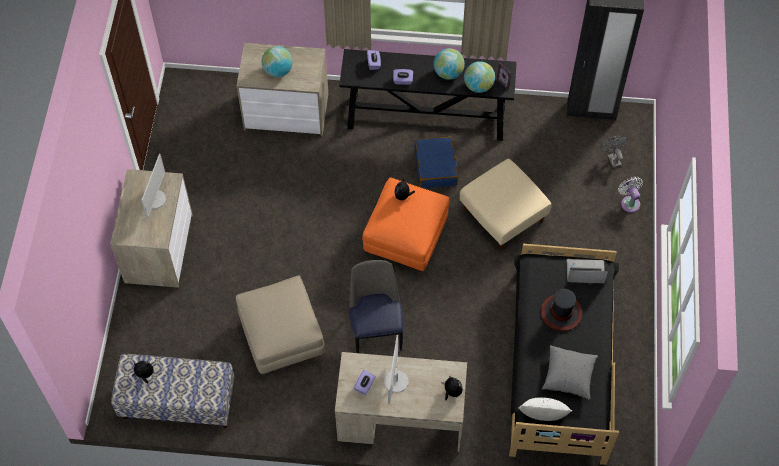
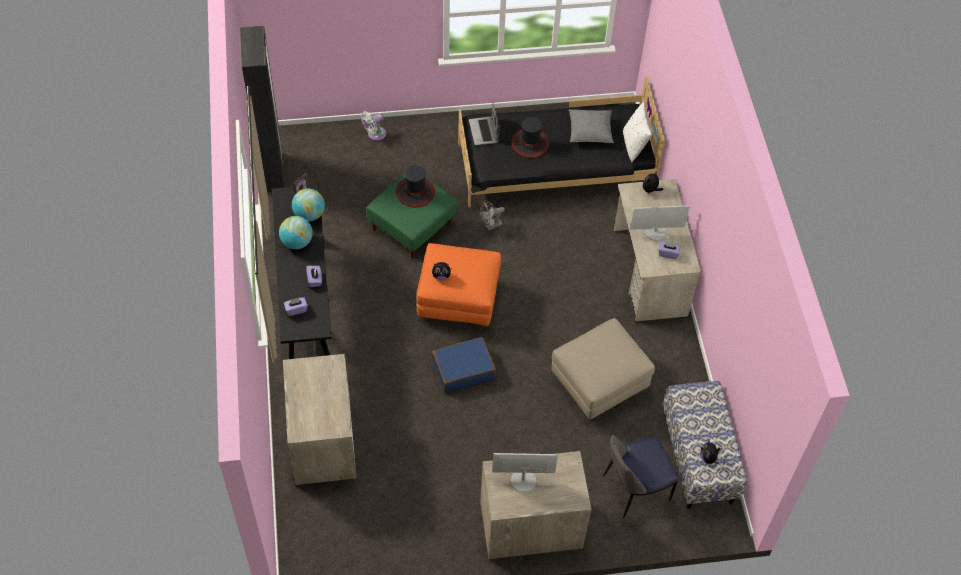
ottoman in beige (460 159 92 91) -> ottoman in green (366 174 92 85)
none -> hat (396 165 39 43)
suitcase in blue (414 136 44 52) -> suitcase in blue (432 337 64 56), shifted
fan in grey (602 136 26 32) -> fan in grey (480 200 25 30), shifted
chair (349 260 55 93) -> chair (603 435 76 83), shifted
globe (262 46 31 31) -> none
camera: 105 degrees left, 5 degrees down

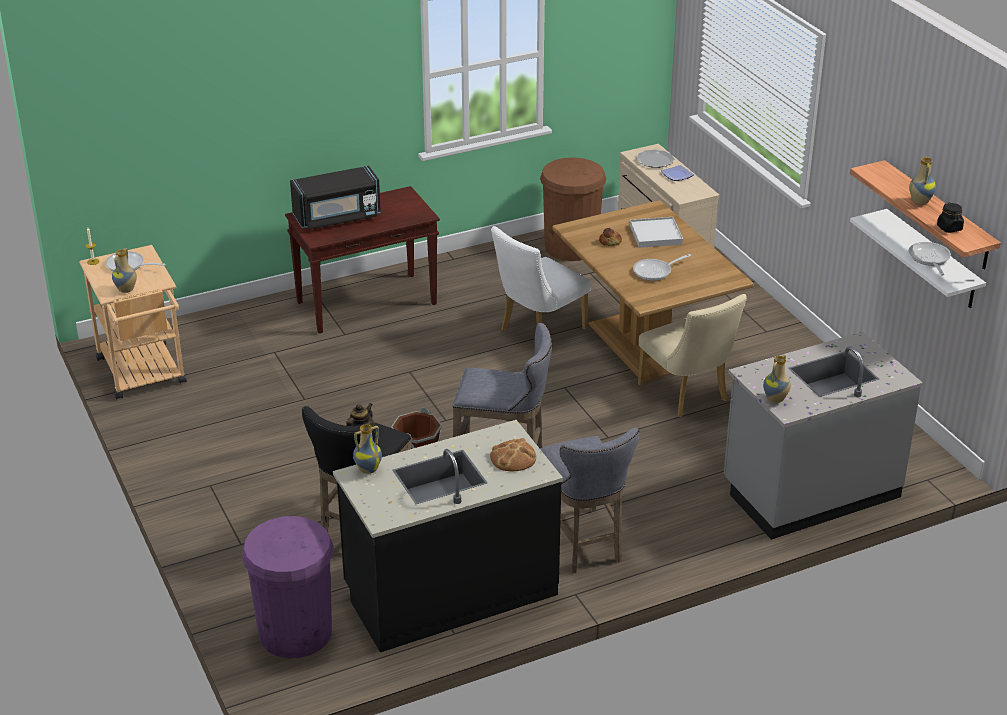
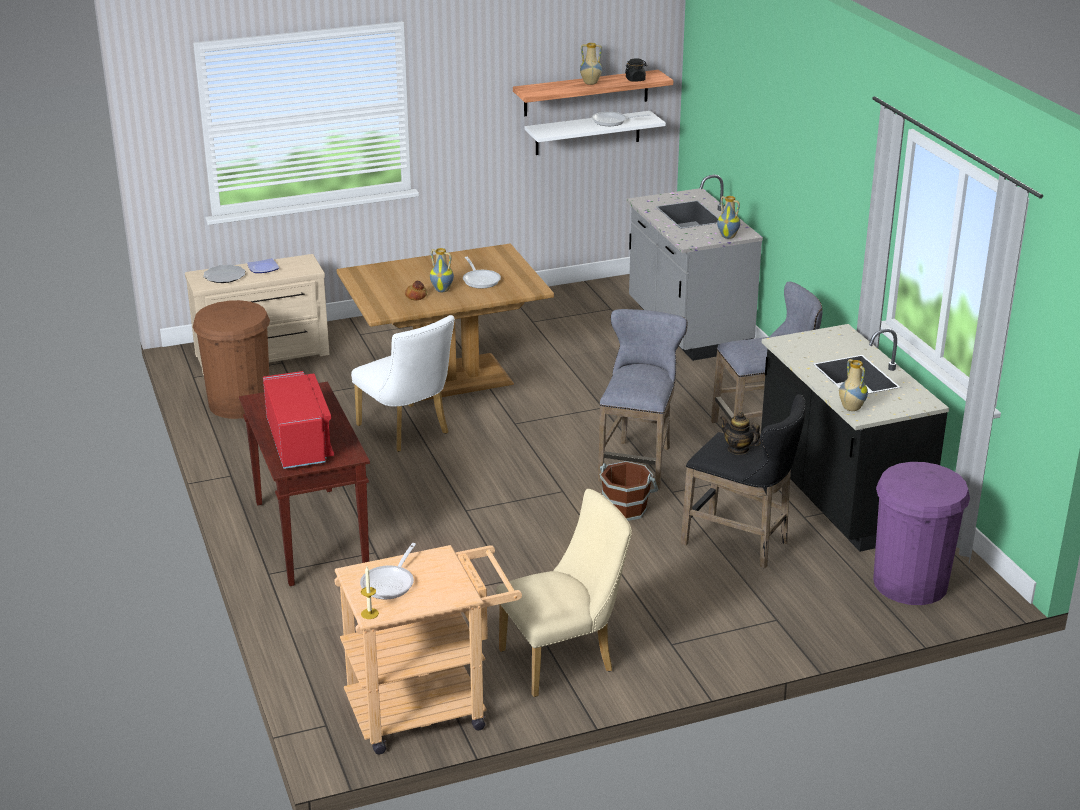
microwave in black (290 166 91 64) -> microwave in red (263 371 71 98)
vase (112 248 25 45) -> vase (430 248 24 44), shifted
chair in beige (638 294 109 123) -> chair in beige (496 489 136 208), shifted
bread (490 438 46 33) -> none
tray in white (630 217 53 31) -> none
camera: 85 degrees left, 5 degrees down

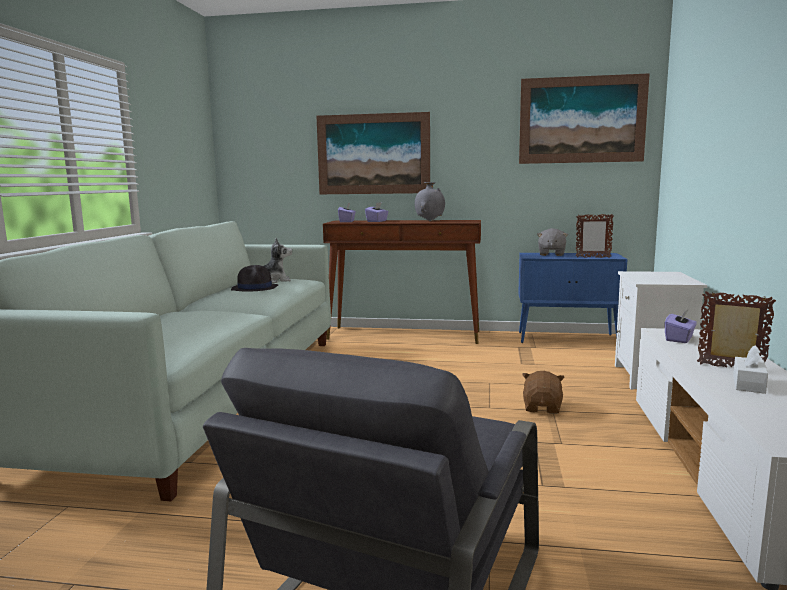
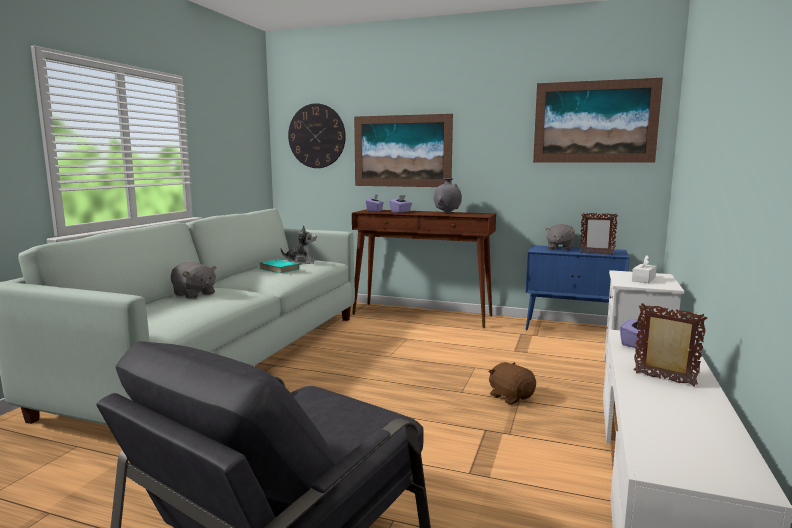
none -> plush toy in grey (171 262 46 37)
hat in black (231 265 48 27) -> book in turquoise (259 259 40 15)
none -> wall clock (288 103 58 65)
plush toy in brown (522 371 43 43) -> plush toy in brown (489 362 47 43), 60 degrees counterclockwise
tissue box in white (733 345 35 49) -> tissue box in white (632 255 25 28), shifted
camera: 10 degrees right, 0 degrees up

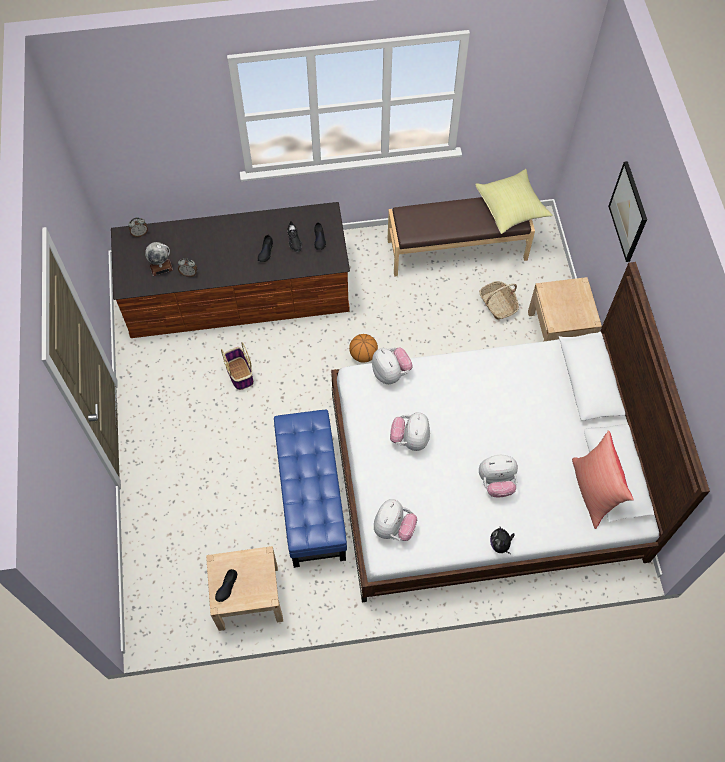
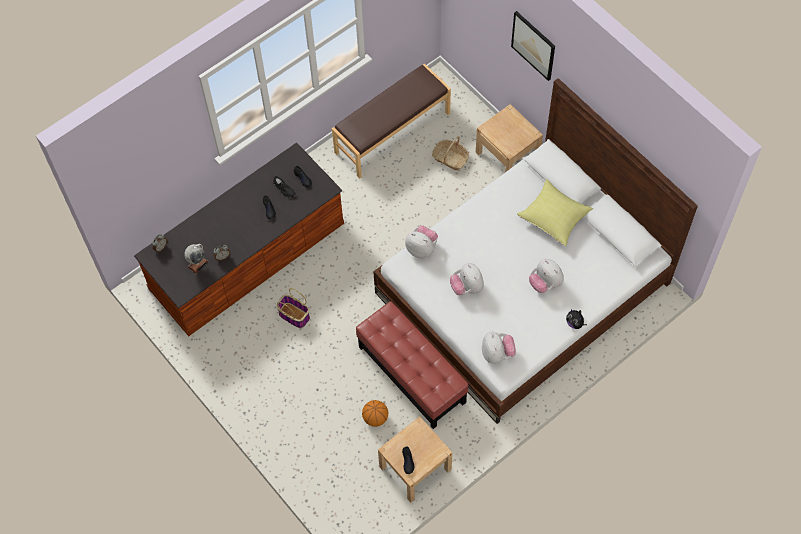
ottoman in blue (274 410 73 158) -> ottoman in red (356 301 112 128)
basketball (349 334 29 29) -> basketball (362 400 26 27), shifted
pillow in yellow (475 169 78 65) -> pillow in yellow (517 179 76 67), shifted
plush toy (479 455 39 42) -> plush toy (529 259 35 34), 90 degrees clockwise
pillow in red (572 430 62 99) -> none
camera: 30 degrees left, 0 degrees up

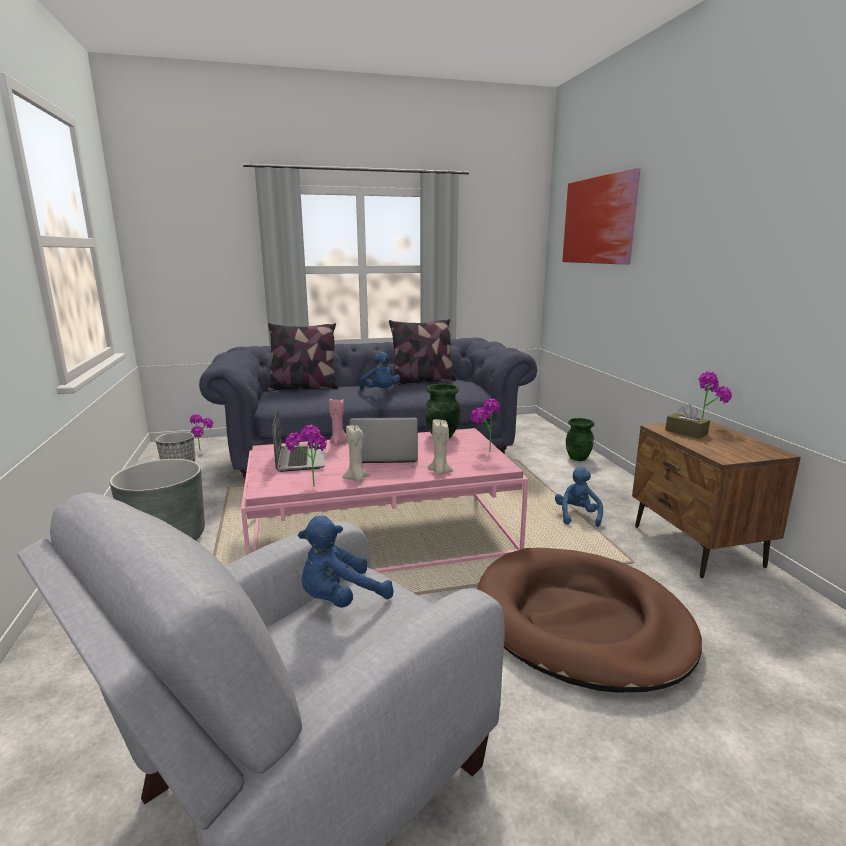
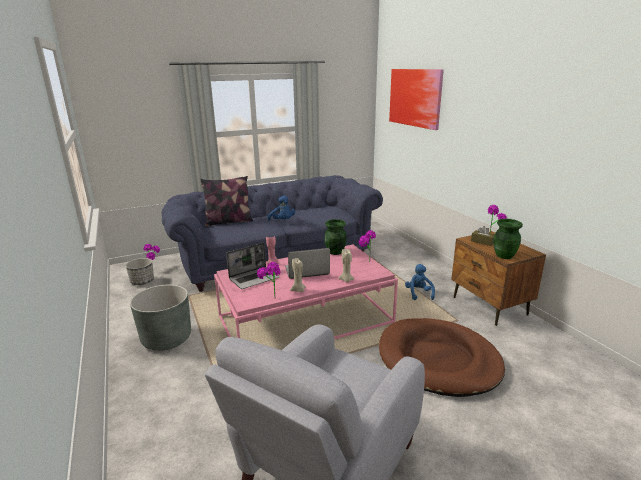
laptop (272 407 53 65) -> laptop (226 243 53 46), 75 degrees clockwise
vase in green (566 418 28 43) -> vase in green (493 219 30 40), shifted
plush toy in blue (298 516 95 92) -> none
pillow (389 319 67 66) -> none
camera: 10 degrees left, 5 degrees up

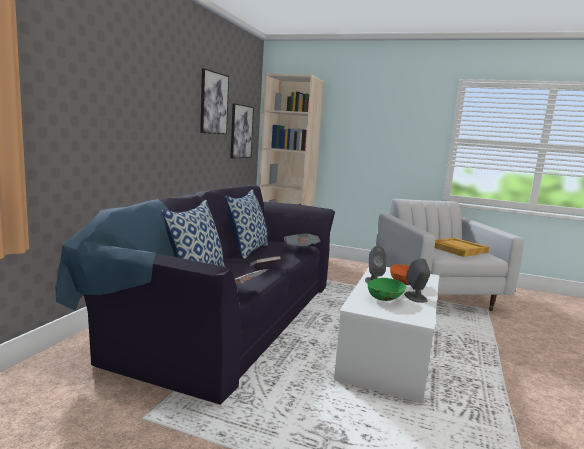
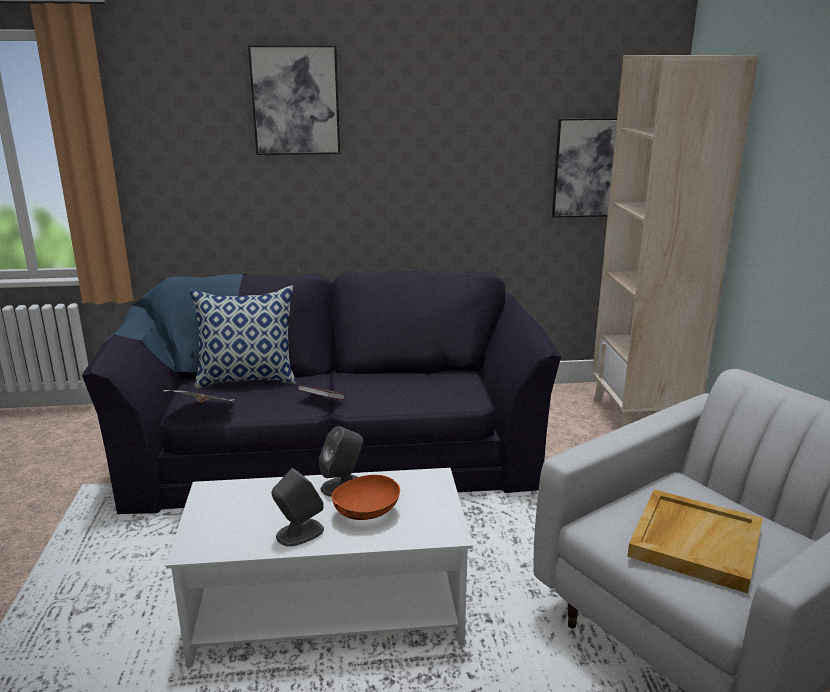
picture (200 68 29 66) -> picture (248 45 92 110), shifted
pillow (225 189 43 70) -> none
newspaper (284 234 37 12) -> none
bowl in green (368 278 38 23) -> none
camera: 65 degrees right, 10 degrees up

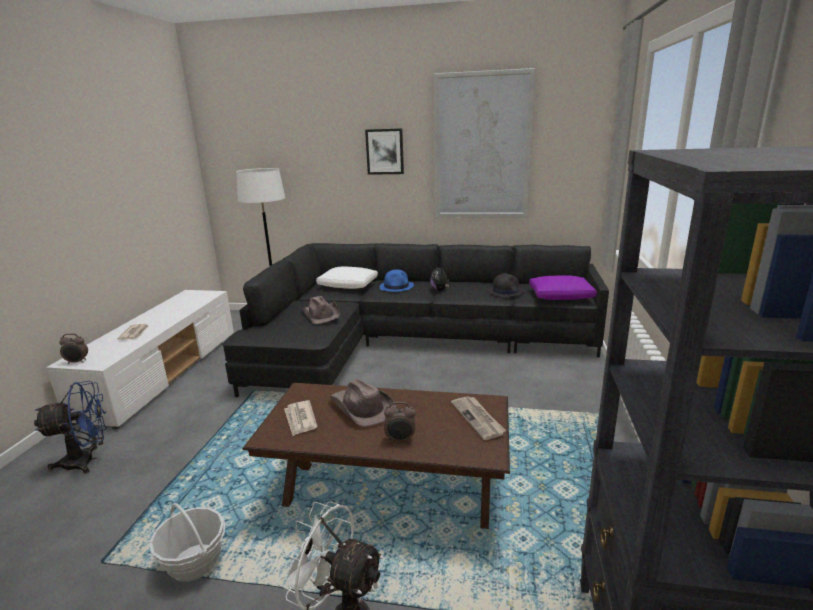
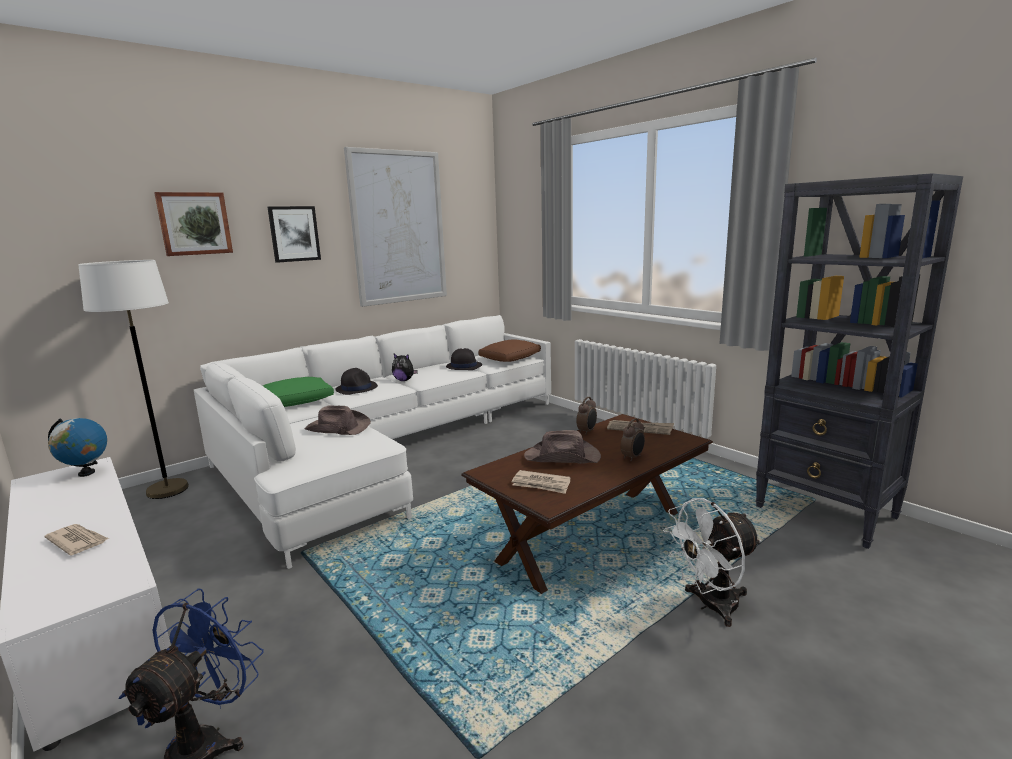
none -> globe (48 418 59 59)
none -> picture (154 192 79 64)
sofa in black (222 243 387 154) -> sofa in white (194 315 357 254)
pillow in white (316 267 62 22) -> pillow in green (263 377 71 30)
hat in blue (380 269 34 23) -> hat in black (335 368 43 27)
pillow in purple (529 275 68 25) -> pillow in brown (478 339 63 23)
alarm clock (59 333 29 31) -> alarm clock (576 397 21 38), shifted
basket (149 503 76 79) -> none
camera: 50 degrees left, 5 degrees down

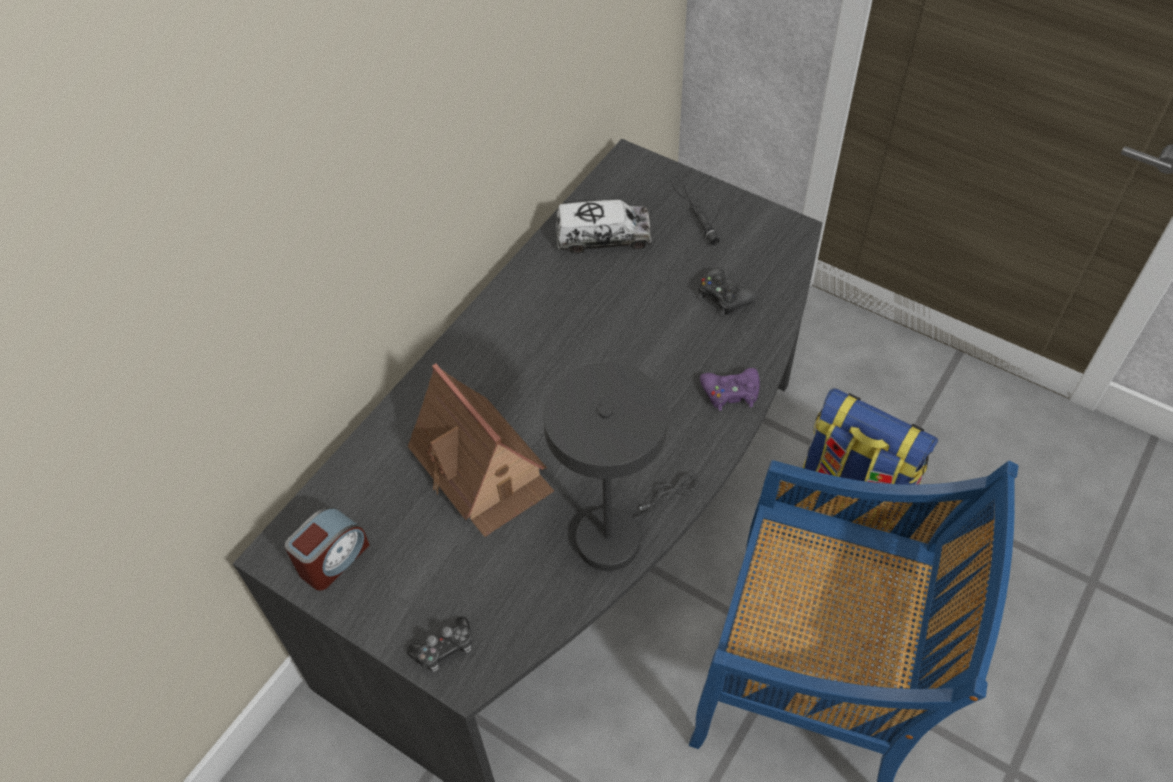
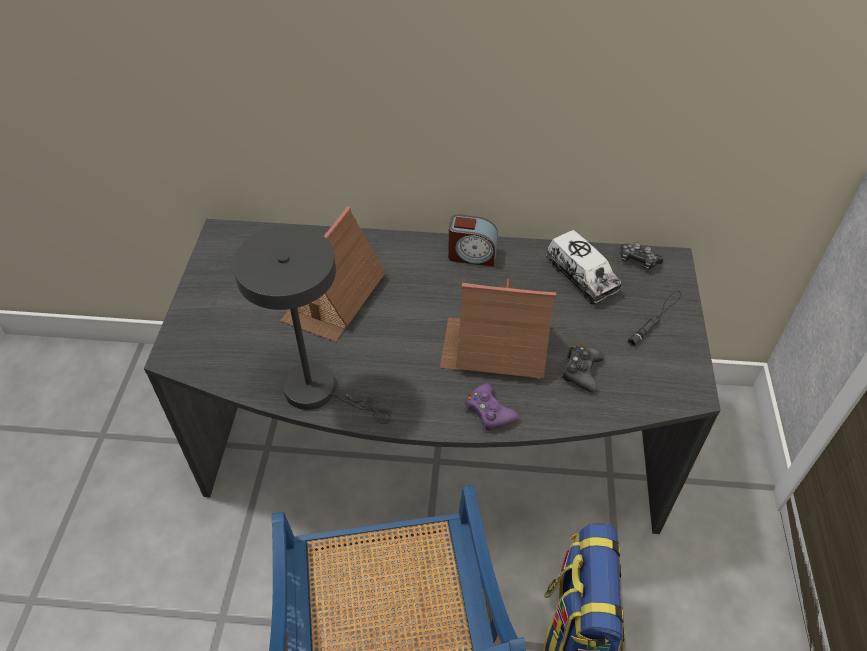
none -> toy house (440 279 116 100)
alarm clock (285 507 84 83) -> alarm clock (448 214 50 53), shifted
game controller (407 616 65 56) -> game controller (621 242 42 28), shifted
camera: 60 degrees right, 5 degrees down

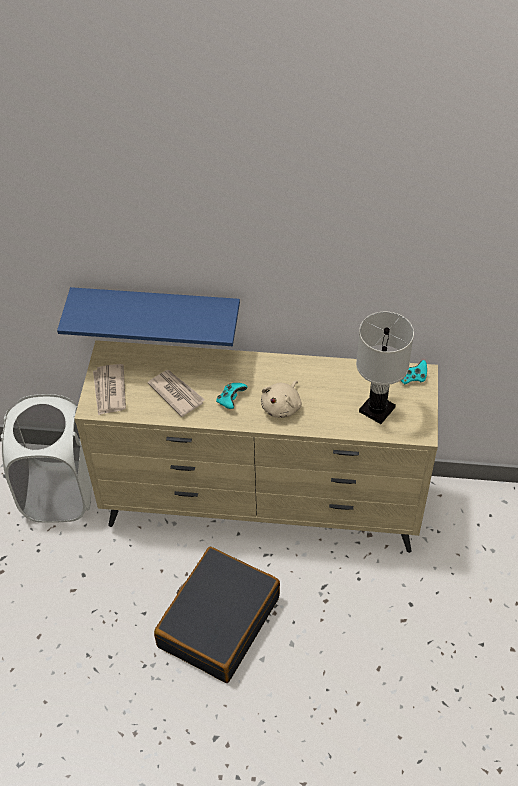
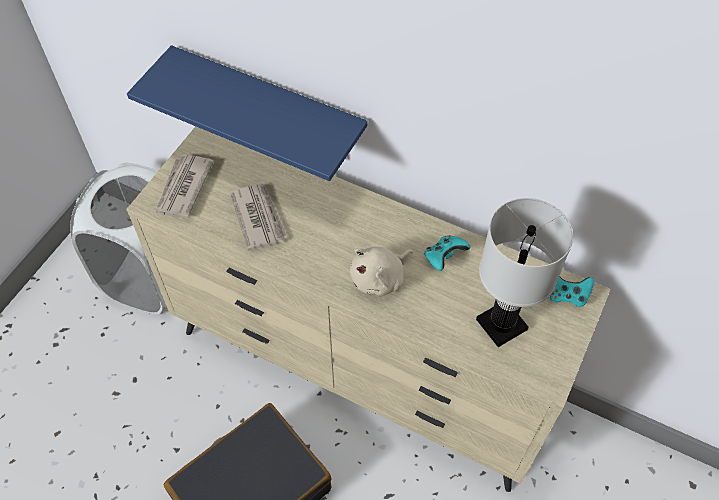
game controller in turquoise (216 383 32 26) -> game controller in turquoise (424 235 46 36), shifted
camera: 20 degrees right, 5 degrees up

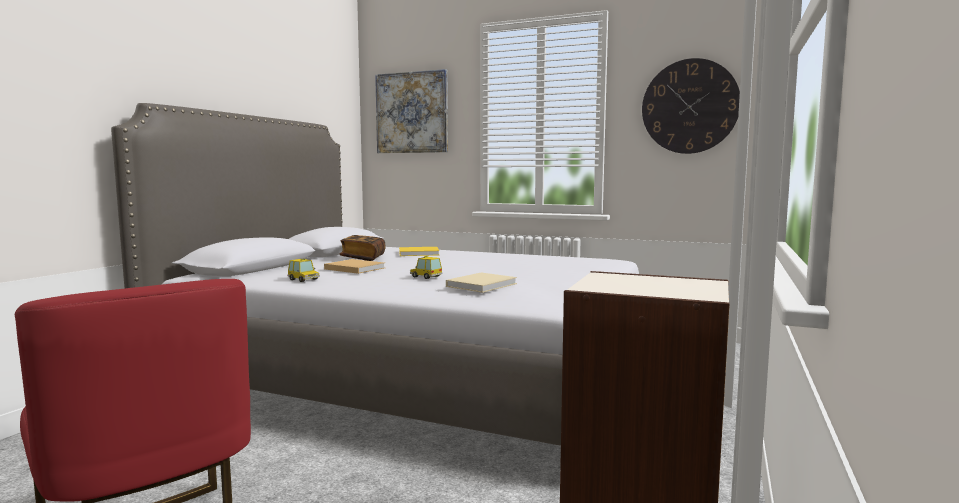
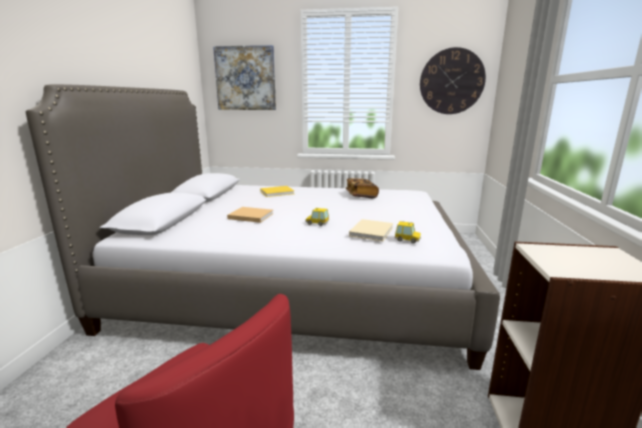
book (340 235 45 26) -> book (346 178 33 20), shifted
toy car (288 259 32 23) -> toy car (394 221 27 23), shifted
camera: 15 degrees left, 10 degrees up

